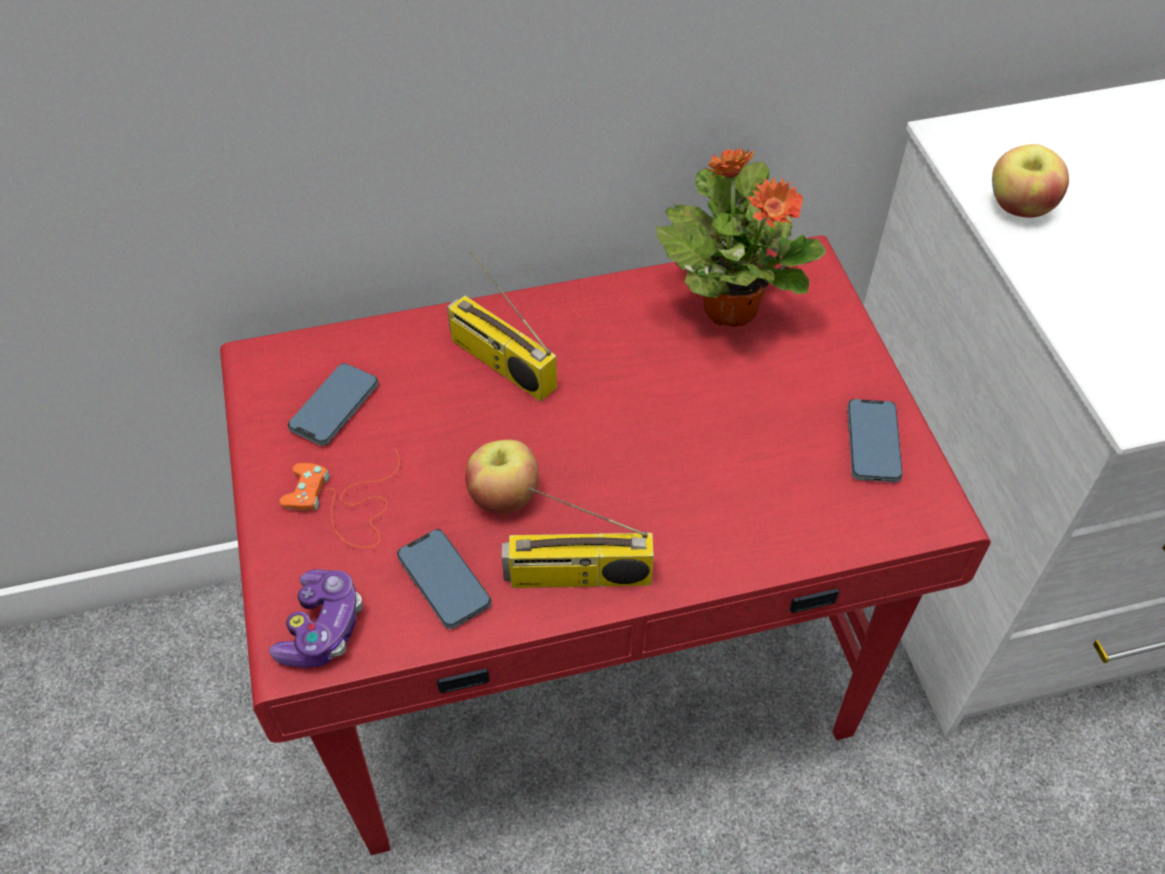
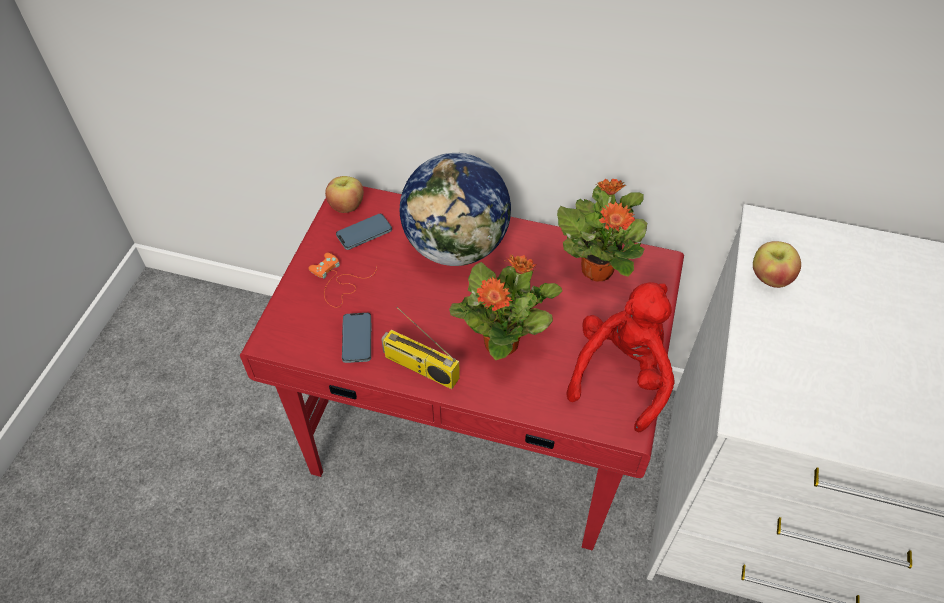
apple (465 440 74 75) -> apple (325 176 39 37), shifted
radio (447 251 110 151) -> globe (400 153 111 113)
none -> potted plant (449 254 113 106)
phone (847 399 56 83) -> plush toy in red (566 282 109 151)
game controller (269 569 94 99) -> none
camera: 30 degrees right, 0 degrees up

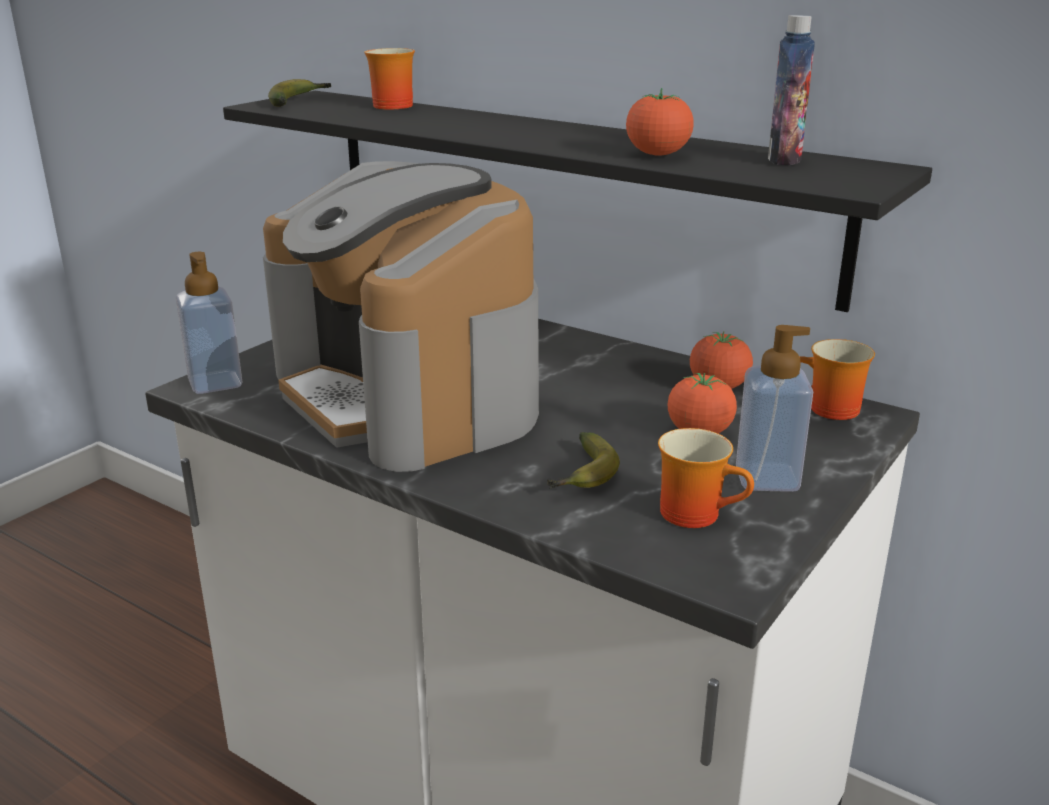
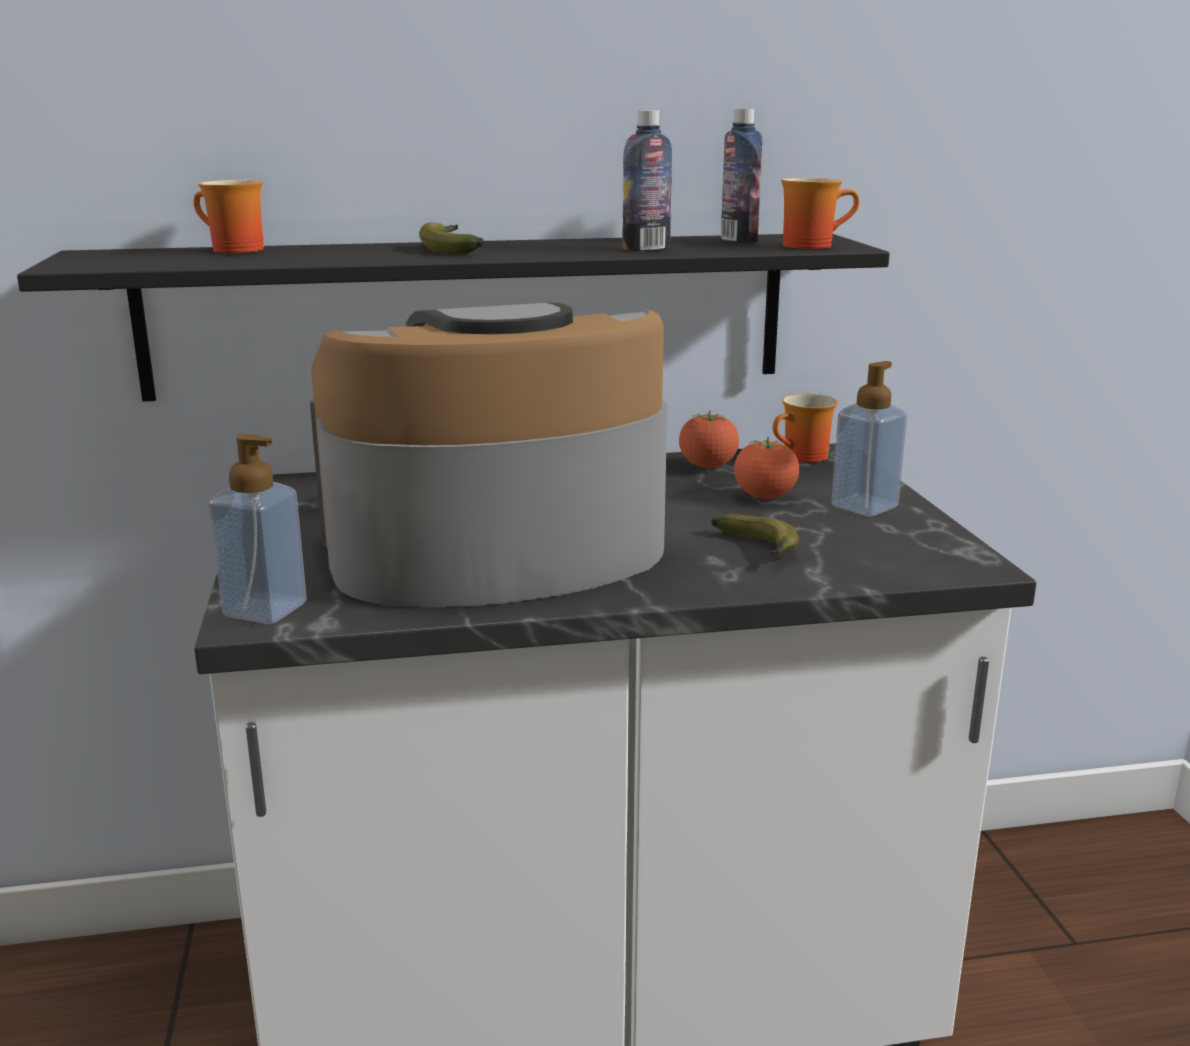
coffee machine (263 161 276 311) -> coffee machine (310 302 357 305), 150 degrees clockwise
banana (268 79 63 28) -> banana (419 223 65 31), shifted
tomato (626 88 68 68) -> bottle (622 110 50 141)
mug (658 428 96 100) -> mug (781 178 78 71), shifted
camera: 45 degrees left, 5 degrees down

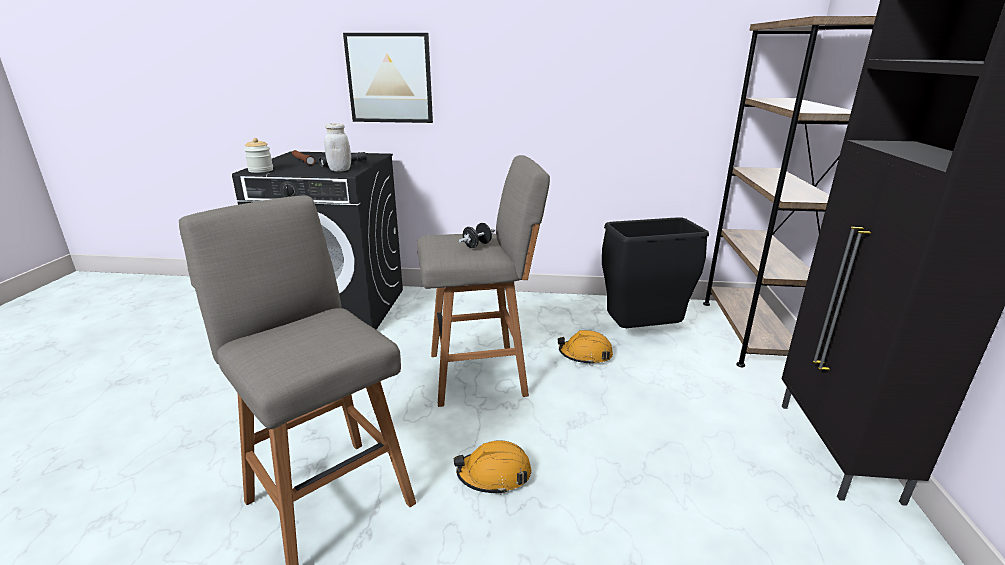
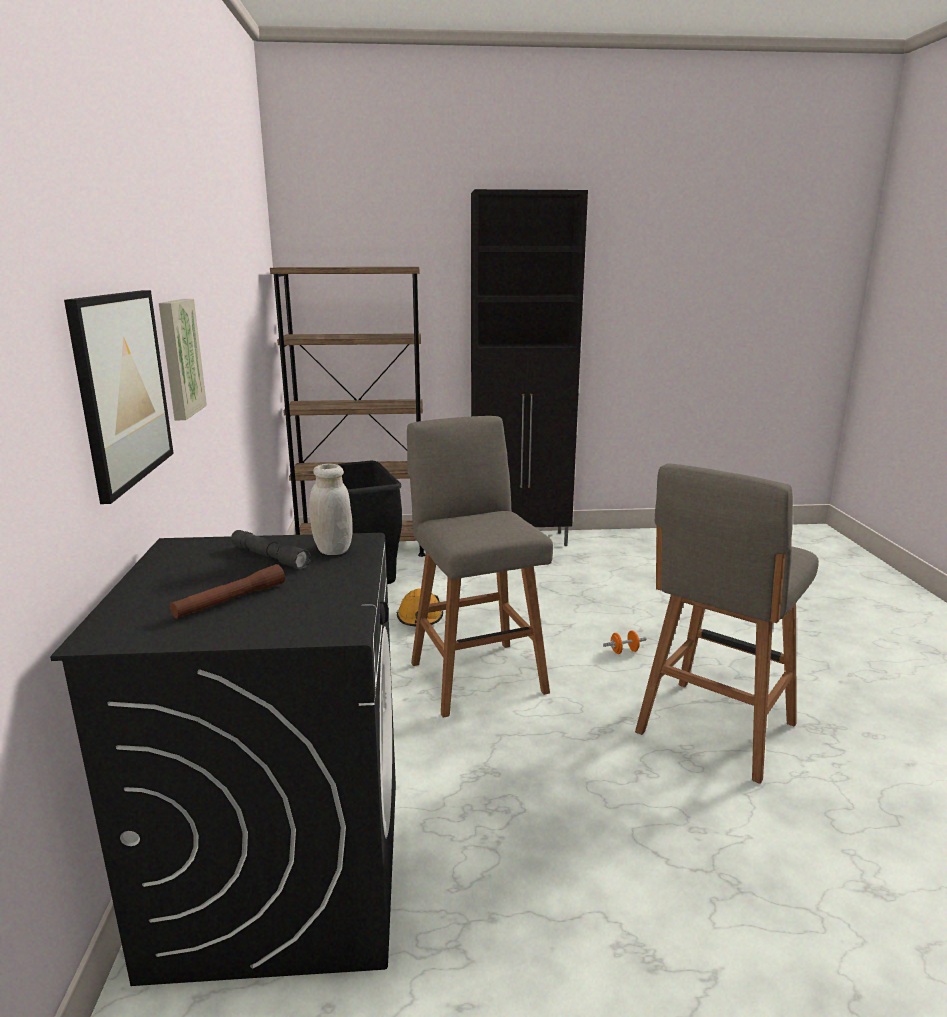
none -> picture (159 299 48 121)
hard hat in orange (454 440 77 55) -> dumbbell in orange (603 630 43 24)
jar (244 138 29 35) -> none
dumbbell in black (459 223 36 25) -> none
camera: 100 degrees left, 5 degrees down

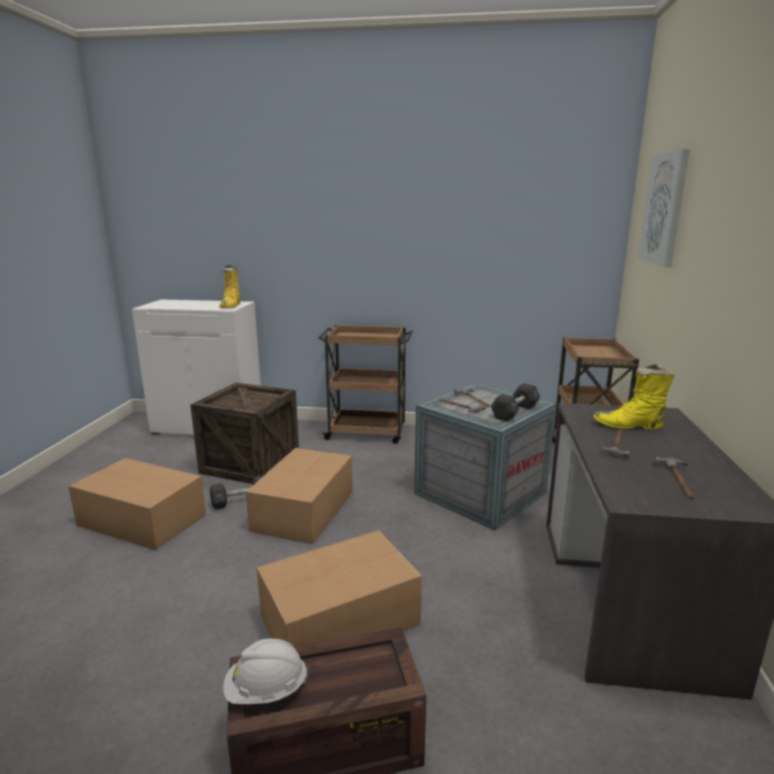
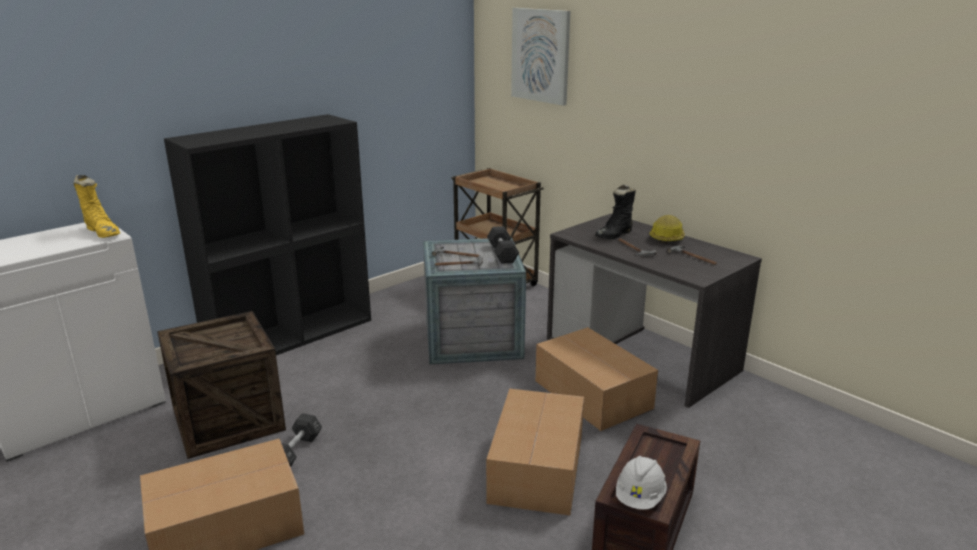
cart in brown (318 325 95 119) -> bookcase in black (164 114 207 241)
cardboard box (246 448 107 96) -> cardboard box (535 327 123 104), shifted
boot in yellow (593 364 82 65) -> boot in black (595 184 41 55)
none -> hard hat (649 215 36 29)
camera: 50 degrees left, 5 degrees up

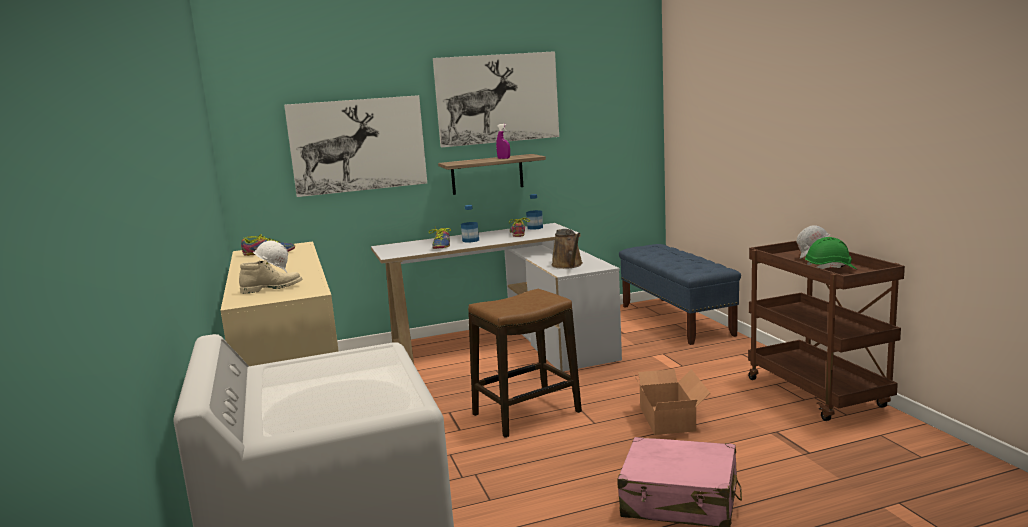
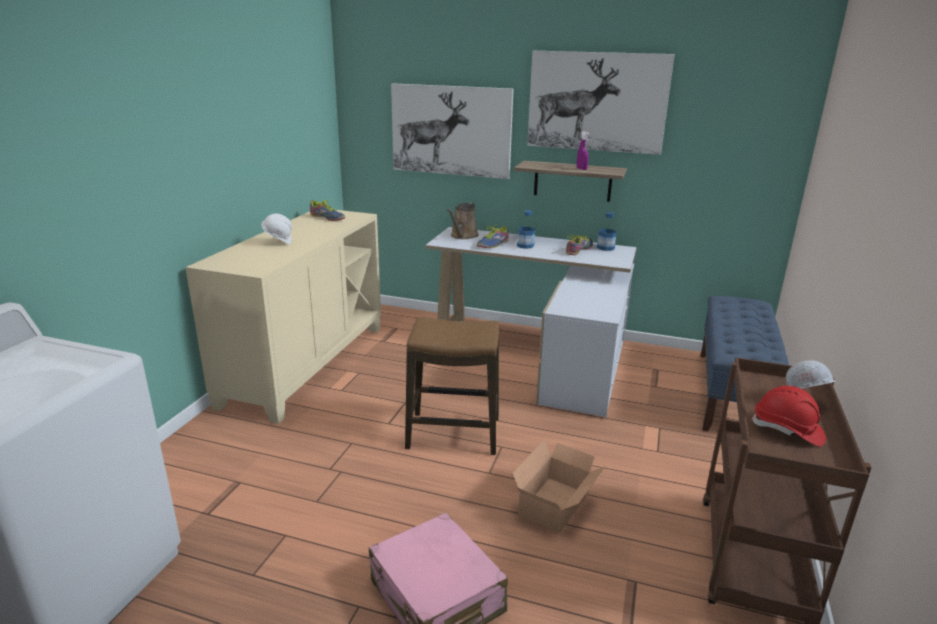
watering can in brown (552 229 31 40) -> watering can in brown (447 203 32 36), shifted
hard hat in green (805 237 51 32) -> hard hat in red (751 386 75 61)
boot in beige (239 259 63 35) -> none
camera: 35 degrees right, 10 degrees up

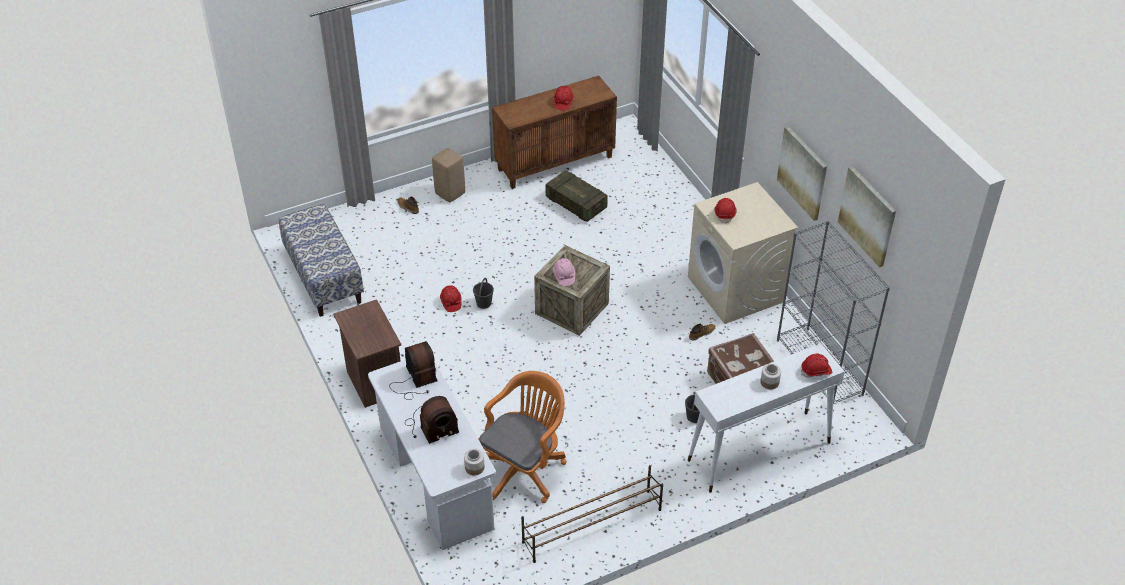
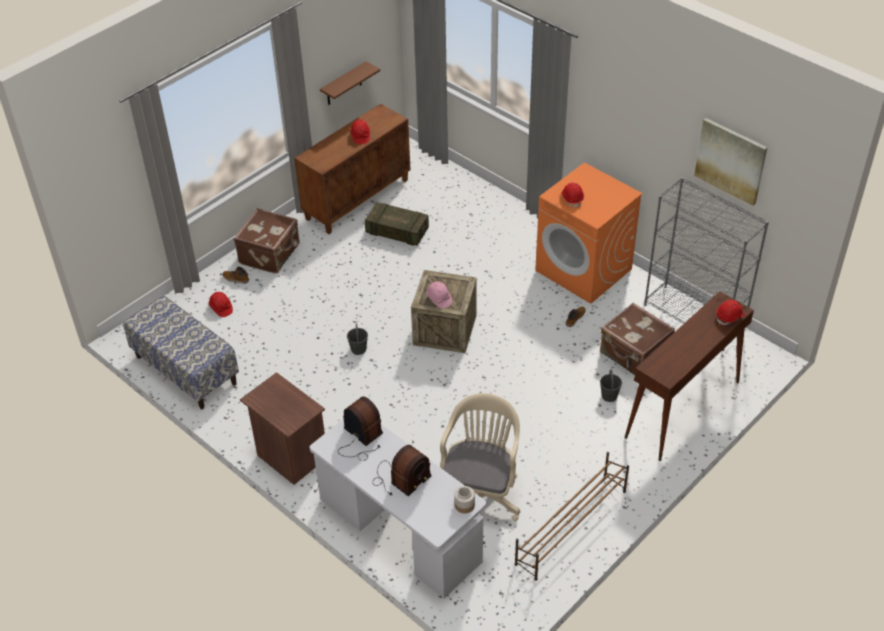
hard hat in red (440 285 22 27) -> hard hat in red (209 292 24 25), shifted
stool in beige (432 148 33 54) -> suitcase in brown (234 208 66 66)
none -> shelf in brown (320 61 60 44)
office chair in orange (479 371 88 132) -> office chair in beige (440 393 80 128)
washing machine in beige (688 182 110 142) -> washing machine in orange (535 162 108 142)
console table in white (688 344 157 149) -> console table in brown (625 291 129 170)
jar (760 364 21 26) -> none
picture (777 126 50 95) -> none
camera: 20 degrees left, 0 degrees up

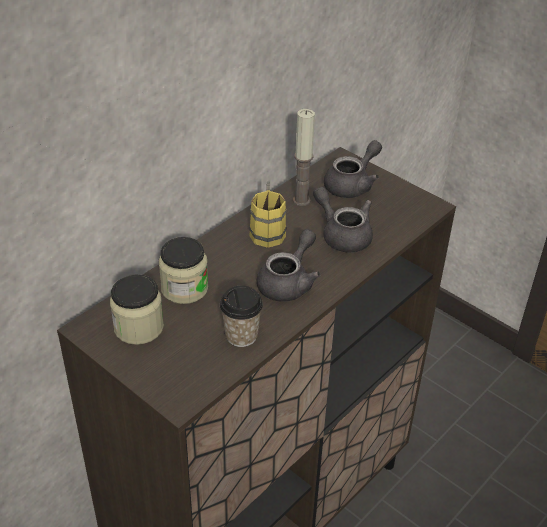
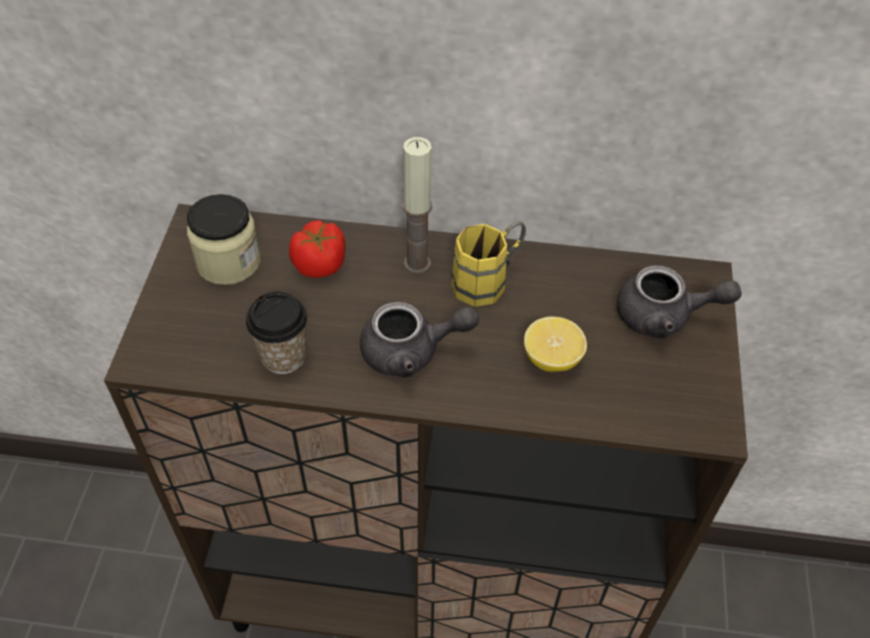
jar (159 237 49 67) -> tomato (289 220 57 58)
candle (293 109 22 97) -> candle (402 137 30 137), shifted
teapot in grey (313 187 60 66) -> lemon (524 316 63 56)
camera: 55 degrees right, 10 degrees up

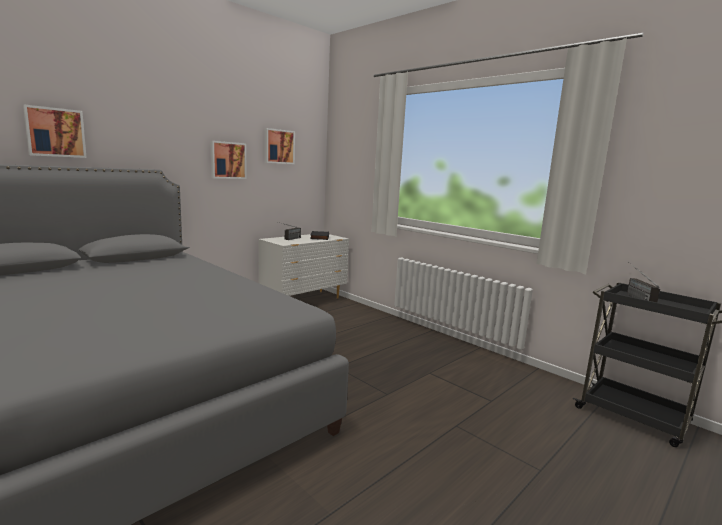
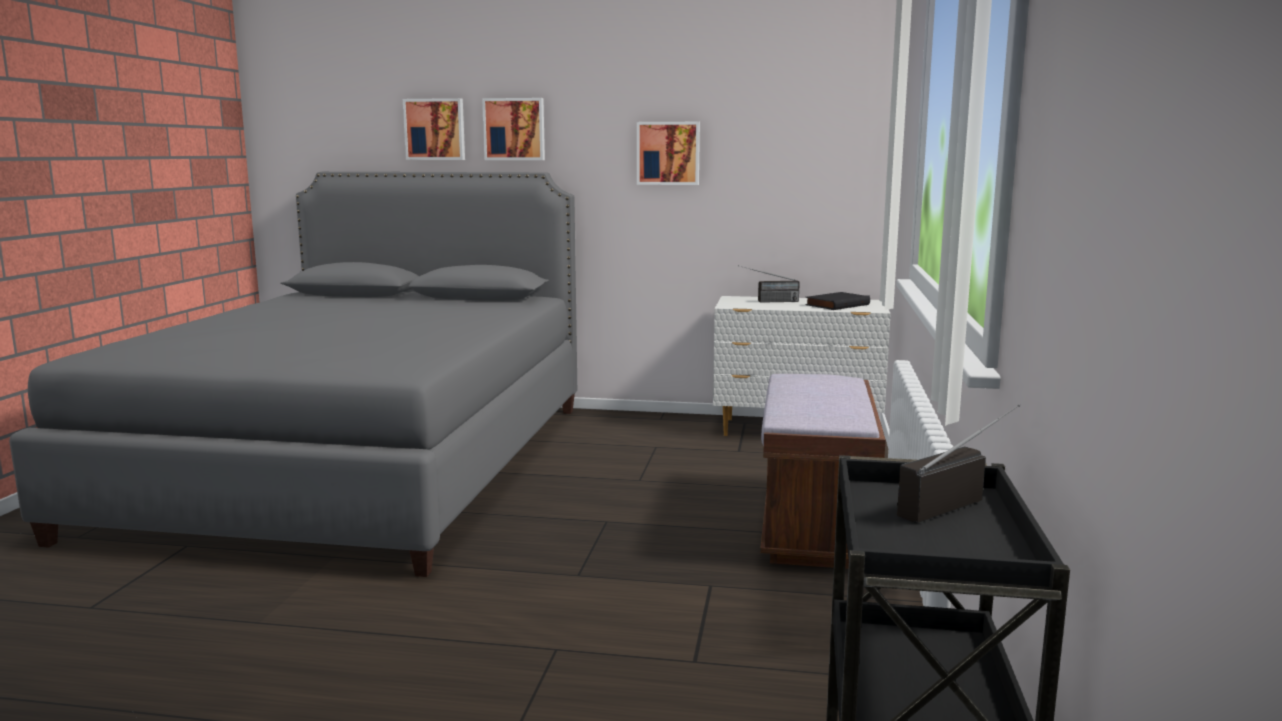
picture (265 128 30 36) -> picture (482 98 63 62), shifted
none -> bench in brown (760 374 126 195)
camera: 55 degrees right, 0 degrees up

